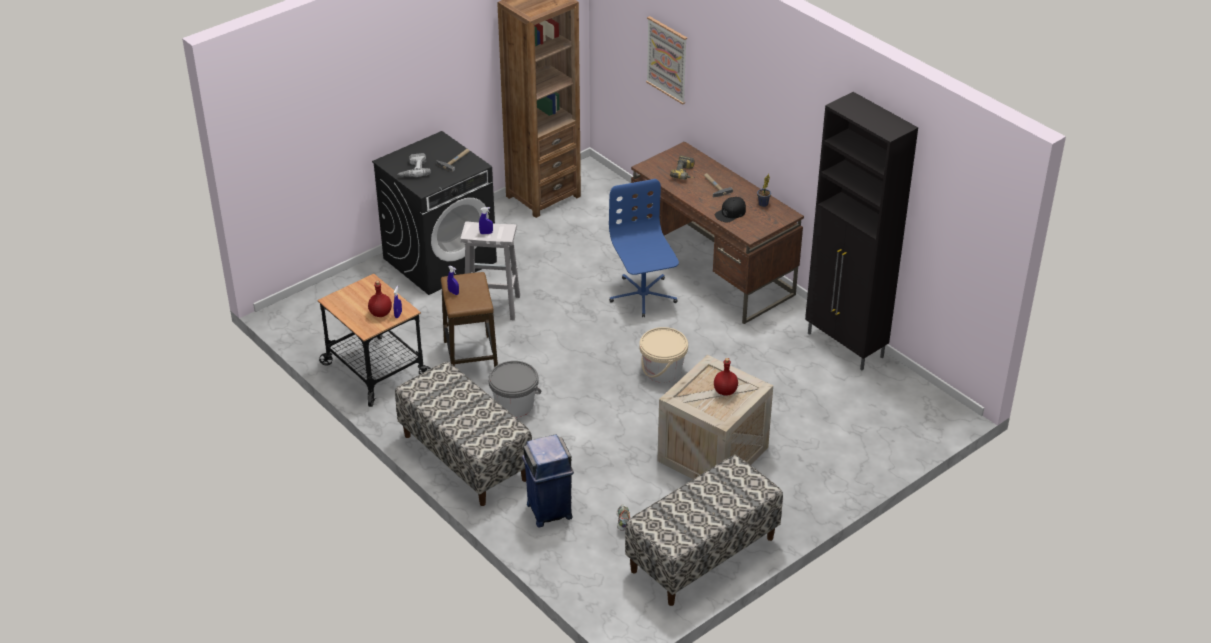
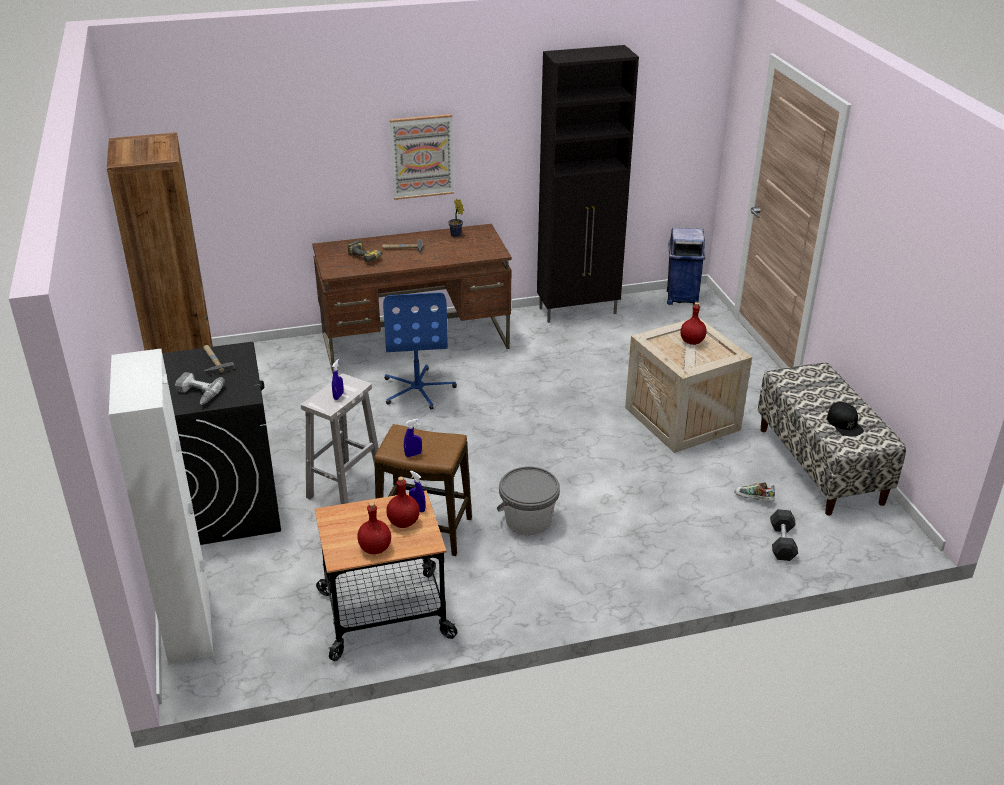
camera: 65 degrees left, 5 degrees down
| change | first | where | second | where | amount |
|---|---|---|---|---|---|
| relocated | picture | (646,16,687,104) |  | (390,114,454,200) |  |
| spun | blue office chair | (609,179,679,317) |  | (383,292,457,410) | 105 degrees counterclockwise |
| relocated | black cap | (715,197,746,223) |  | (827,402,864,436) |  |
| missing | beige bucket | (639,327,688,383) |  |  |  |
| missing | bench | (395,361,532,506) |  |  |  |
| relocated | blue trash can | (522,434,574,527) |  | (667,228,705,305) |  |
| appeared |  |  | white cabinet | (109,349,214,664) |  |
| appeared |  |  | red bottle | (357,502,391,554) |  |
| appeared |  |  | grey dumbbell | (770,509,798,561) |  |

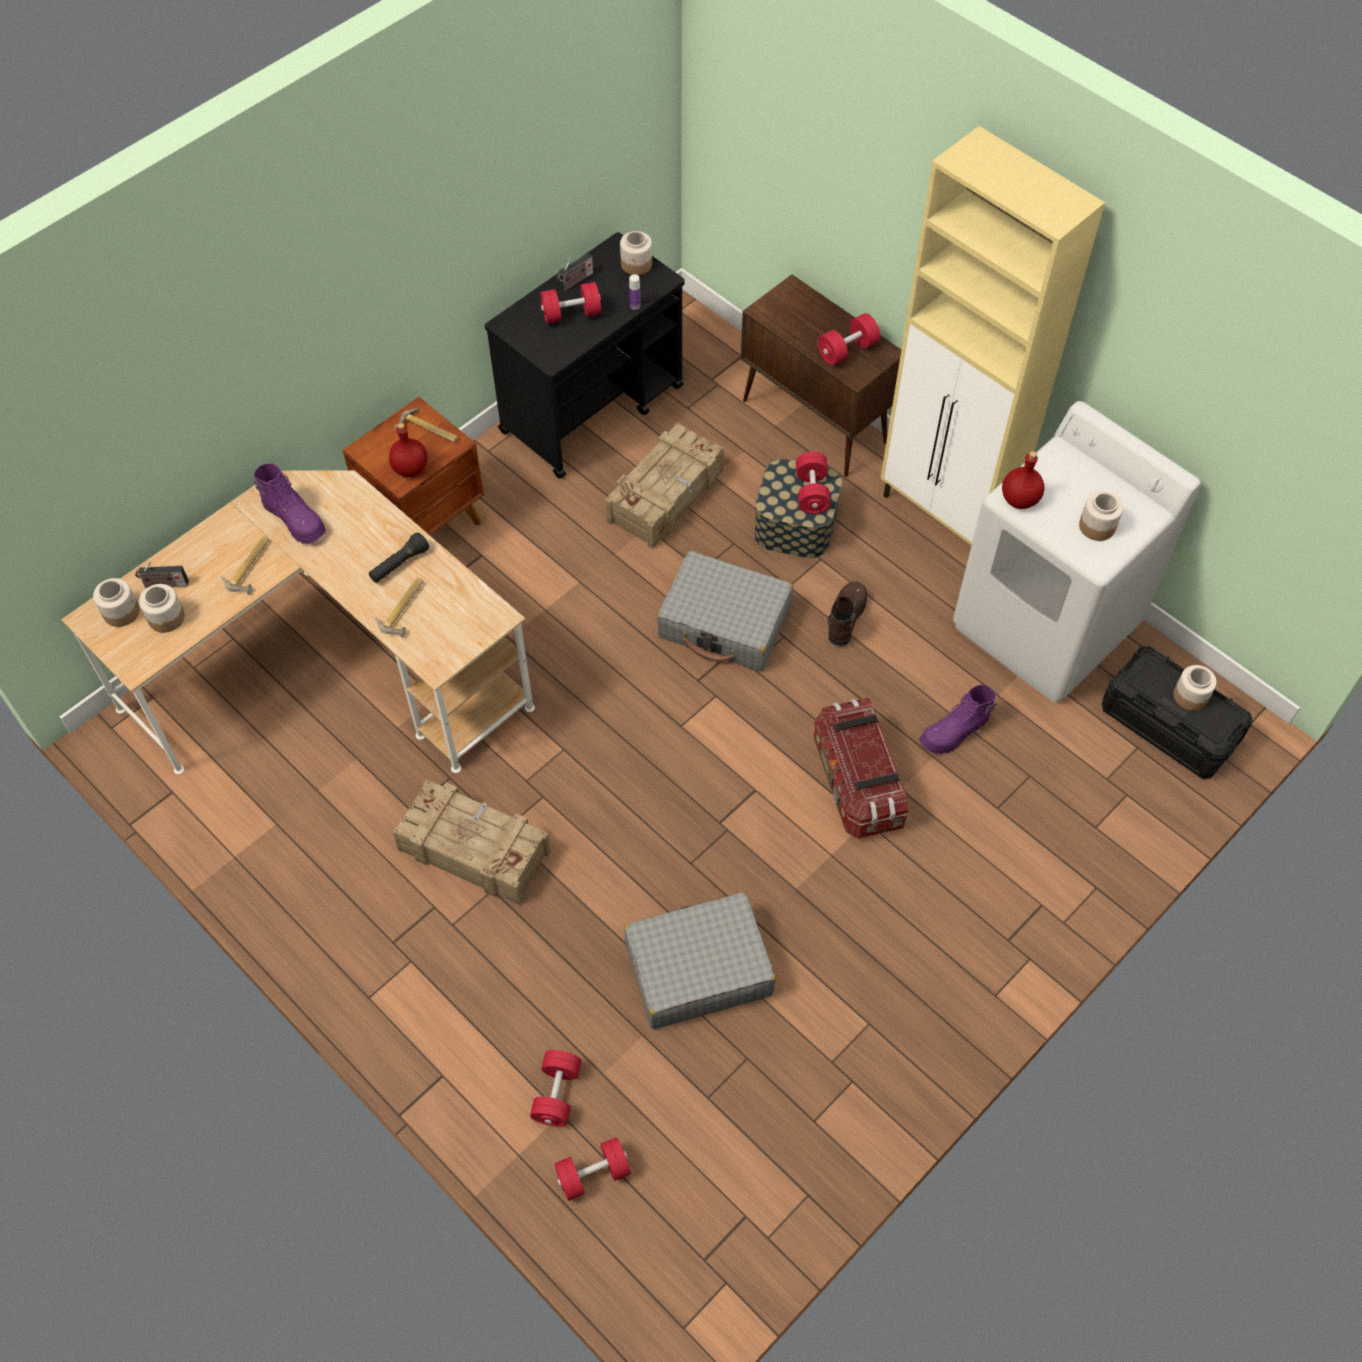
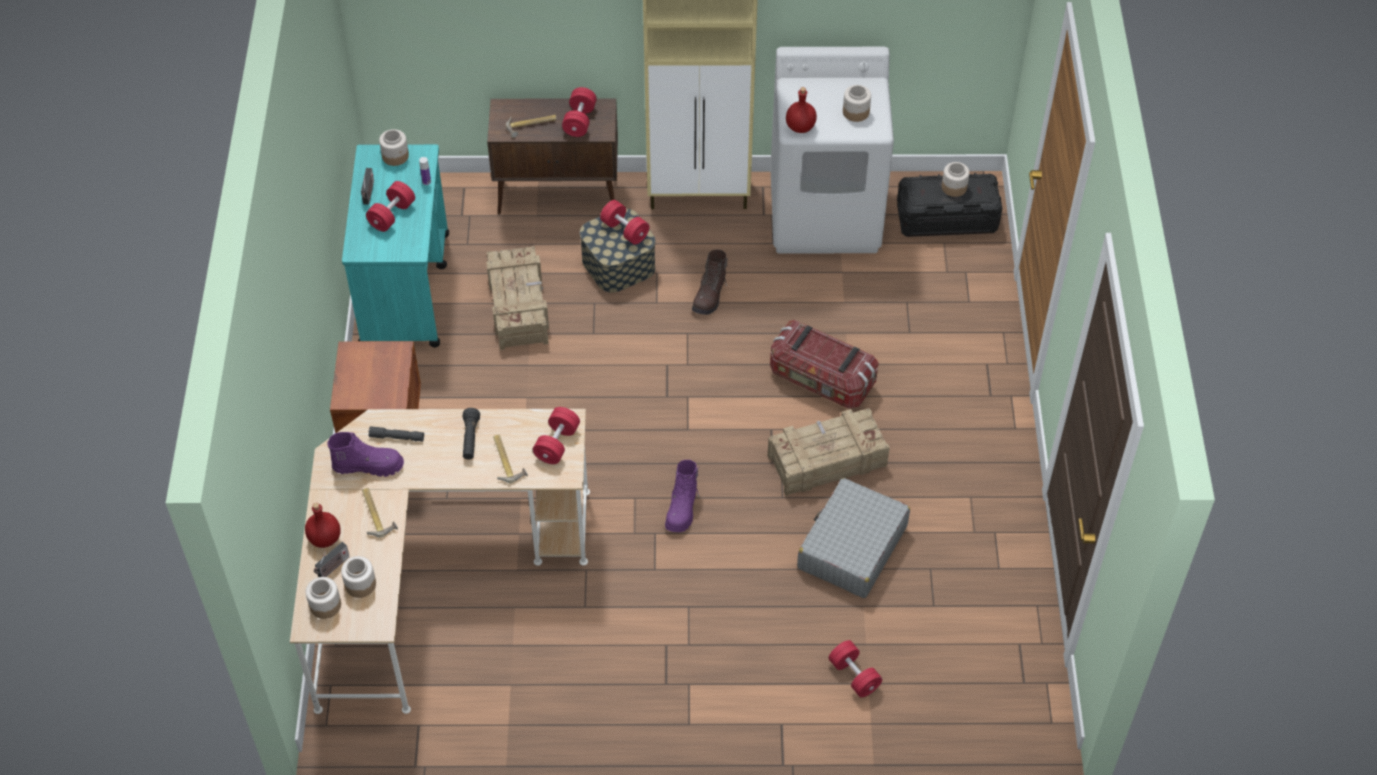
camera: 45 degrees left, 5 degrees down
| change | first | where | second | where | amount |
|---|---|---|---|---|---|
| colour | black cart | (485,232,685,479) | turquoise cart | (342,144,449,347) |  |
| relocated | hammer | (395,407,458,442) |  | (506,115,557,138) |  |
| relocated | red bottle | (389,423,428,477) |  | (305,503,341,548) |  |
| missing | grey suitcase | (657,551,793,671) |  |  |  |
| spun | brown boot | (827,581,867,646) |  | (692,249,728,315) | 135 degrees counterclockwise |
| relocated | purple boot | (919,685,998,754) |  | (665,460,699,532) |  |
| relocated | crate | (393,780,551,905) |  | (768,408,890,496) |  |
| relocated | red dumbbell | (554,1137,631,1201) |  | (533,407,580,464) |  |
| appeared |  |  | grey flashlight | (368,426,424,442) |  |

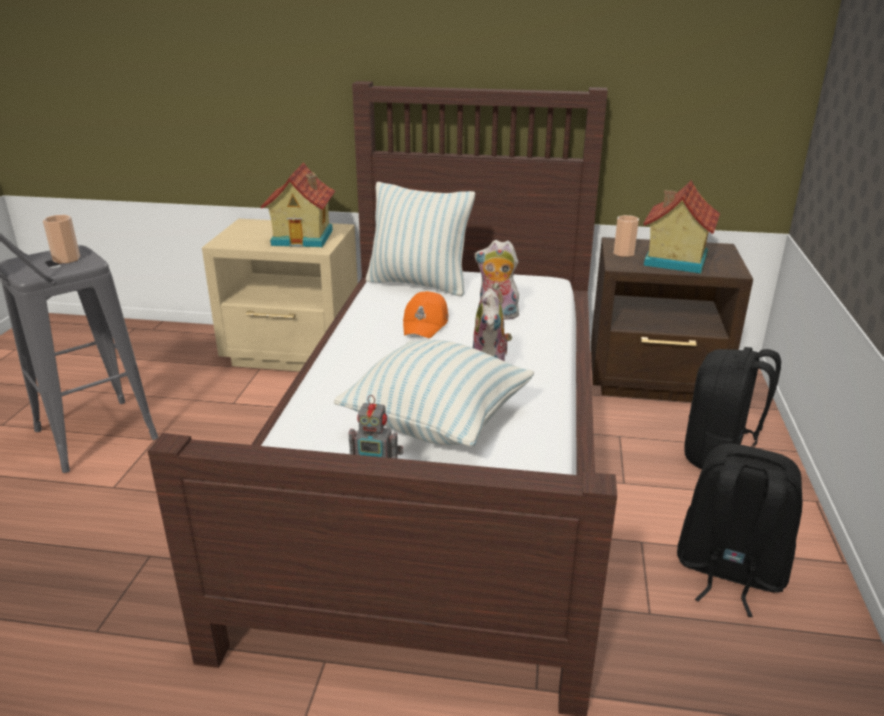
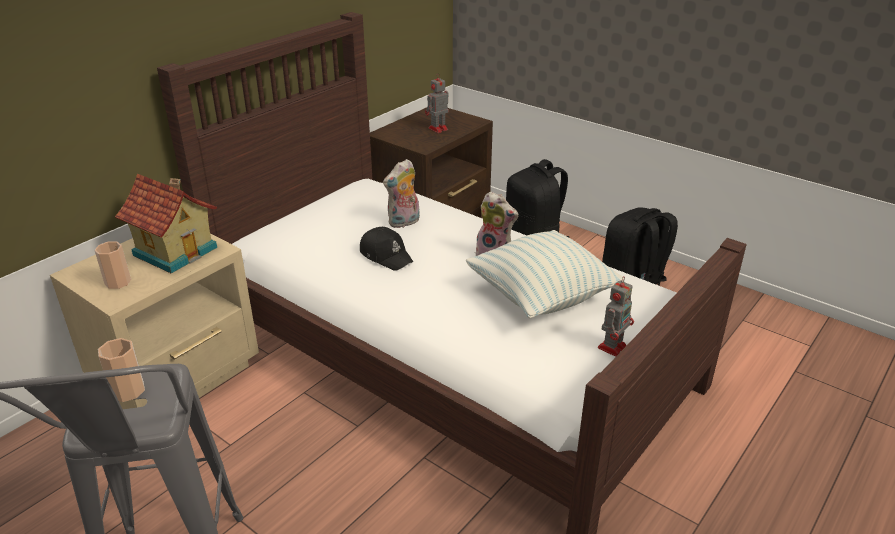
camera: 60 degrees left, 5 degrees up
| change | first | where | second | where | amount |
|---|---|---|---|---|---|
| exchanged | toy house | (643,180,720,273) | toy robot | (425,73,449,133) |  |
| missing | pillow | (366,182,475,296) |  |  |  |
| relocated | cup | (614,215,639,257) |  | (94,242,131,289) |  |
| colour | orange cap | (403,291,448,338) | black cap | (360,227,413,271) |  |

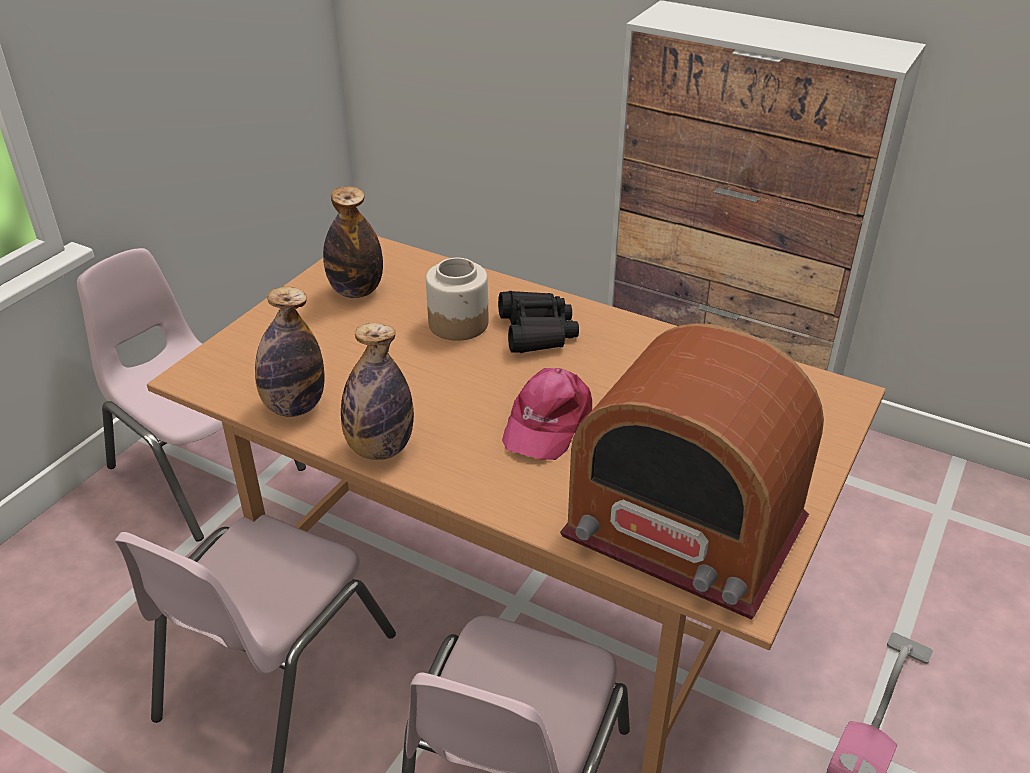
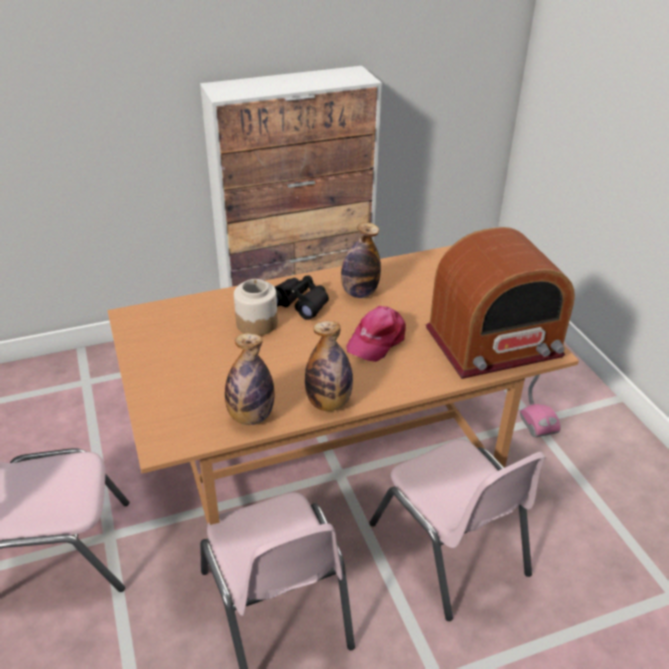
camera: 50 degrees left, 0 degrees up
| change | first | where | second | where | amount |
|---|---|---|---|---|---|
| relocated | bottle | (323,186,383,298) |  | (341,222,381,298) |  |
| spun | pink cap | (502,368,592,460) |  | (346,306,406,362) | 60 degrees clockwise |

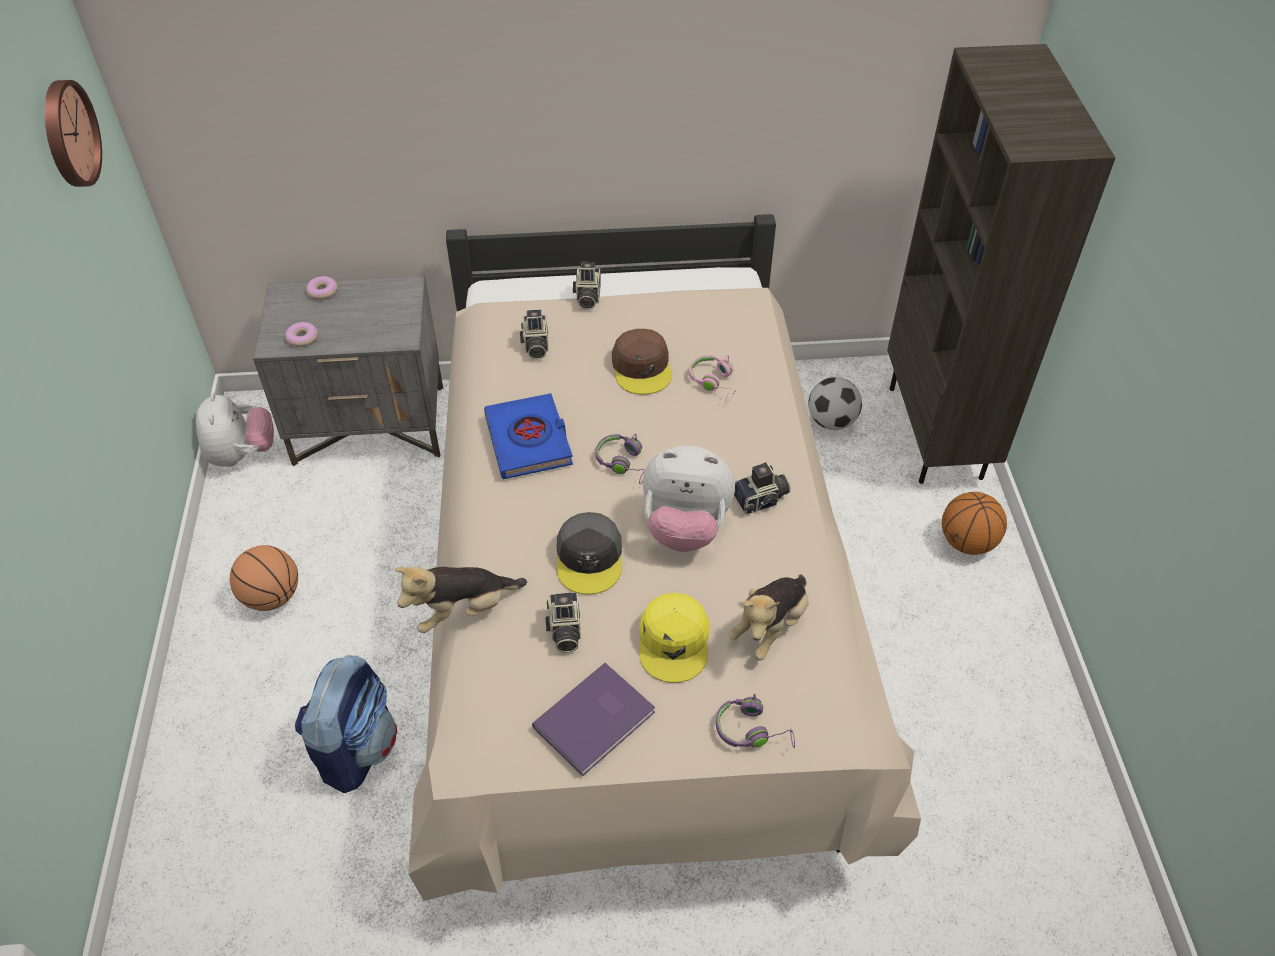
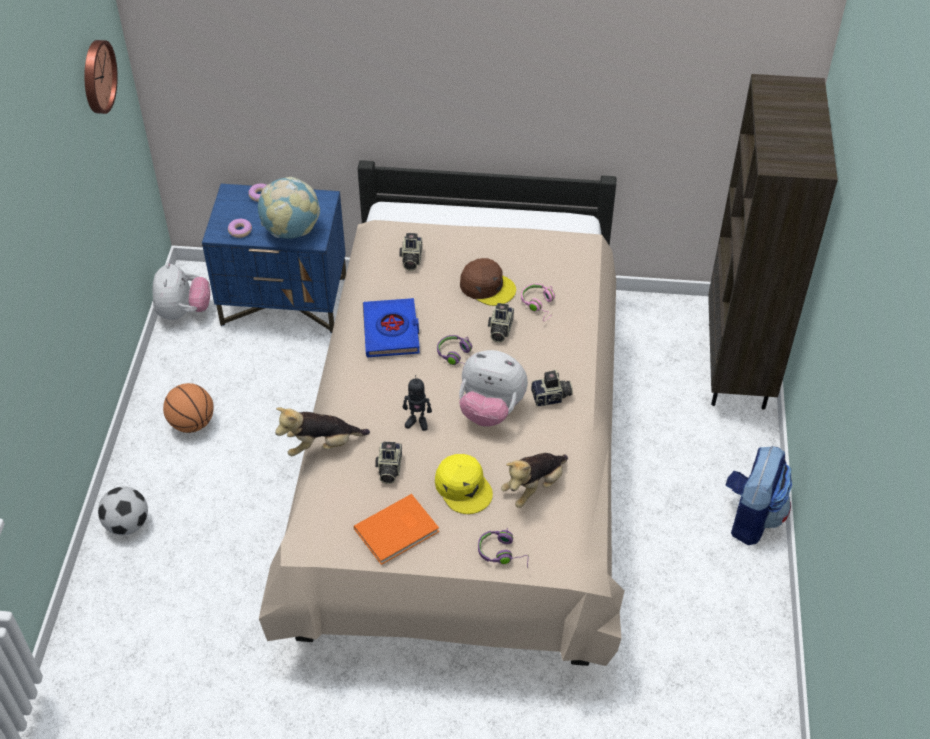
camera: 10 degrees right, 0 degrees up
| change | first | where | second | where | amount |
|---|---|---|---|---|---|
| relocated | photo camera | (573,262,601,310) |  | (488,303,514,343) |  |
| colour | grey nightstand | (253,275,443,466) | blue nightstand | (202,184,346,333) |  |
| spun | brown cap | (612,329,672,395) |  | (460,258,516,306) | 60 degrees counterclockwise |
| relocated | football | (808,377,862,430) |  | (98,487,148,535) |  |
| missing | basketball | (942,492,1007,555) |  |  |  |
| exchanged | grey cap | (557,512,622,594) | toy robot | (403,375,432,431) |  |
| spun | yellow cap | (639,593,709,683) |  | (435,454,493,514) | 45 degrees counterclockwise |
| relocated | backpack | (295,655,397,793) |  | (726,446,792,545) |  |
| colour | purple book | (532,663,655,776) | orange book | (354,494,439,565) |  |
| appeared |  |  | globe | (258,177,320,239) |  |

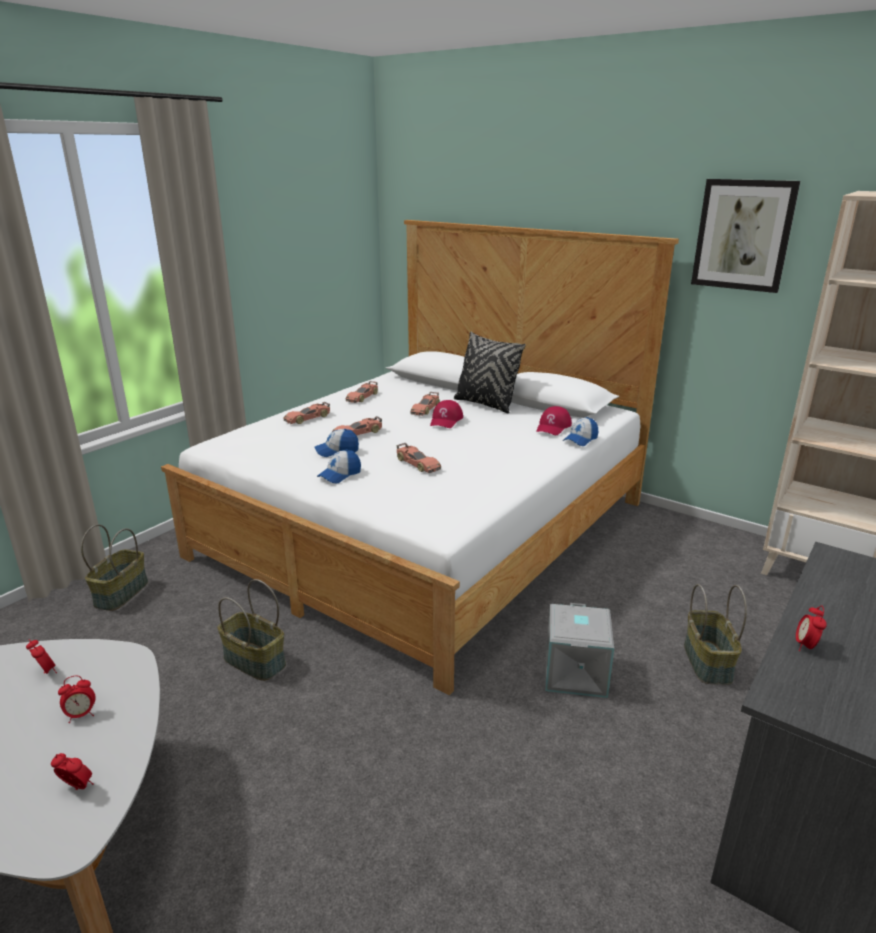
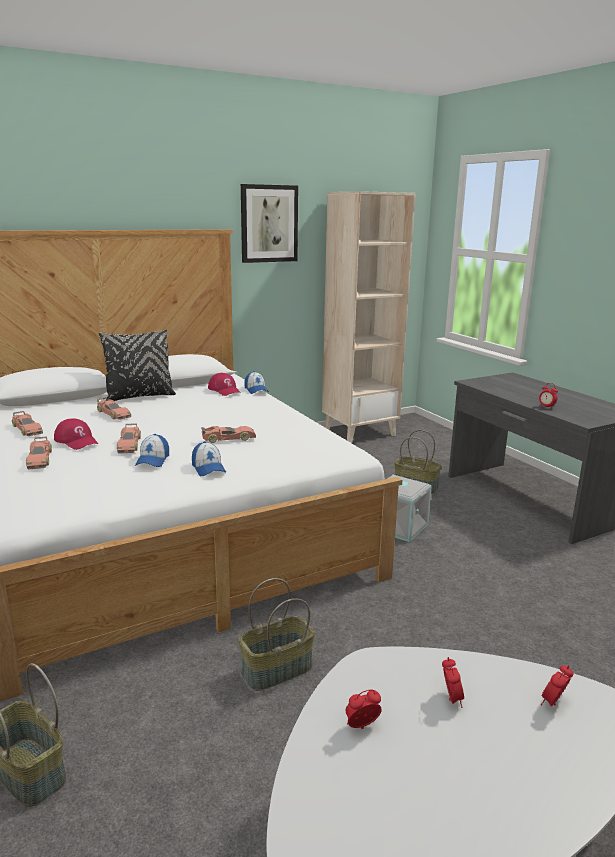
camera: 65 degrees left, 5 degrees down
| change | first | where | second | where | amount |
|---|---|---|---|---|---|
| relocated | red cap | (430,400,463,428) |  | (54,418,98,450) |  |

